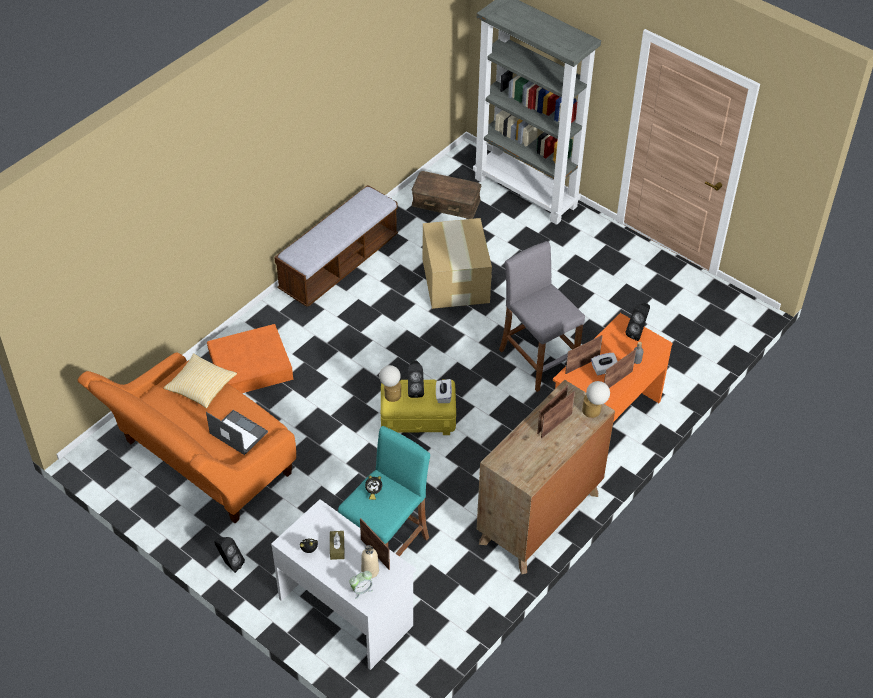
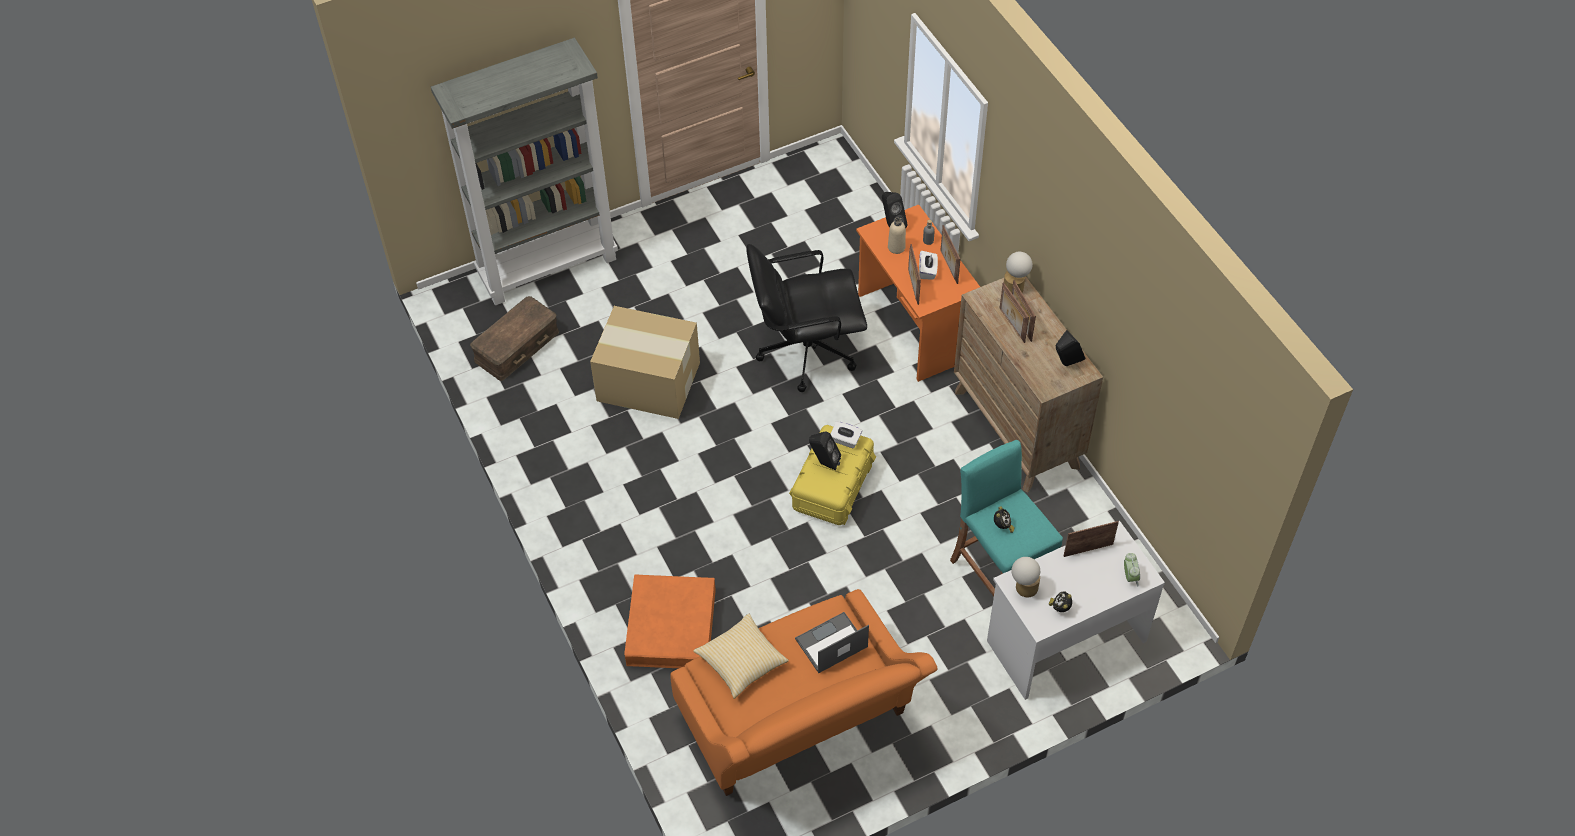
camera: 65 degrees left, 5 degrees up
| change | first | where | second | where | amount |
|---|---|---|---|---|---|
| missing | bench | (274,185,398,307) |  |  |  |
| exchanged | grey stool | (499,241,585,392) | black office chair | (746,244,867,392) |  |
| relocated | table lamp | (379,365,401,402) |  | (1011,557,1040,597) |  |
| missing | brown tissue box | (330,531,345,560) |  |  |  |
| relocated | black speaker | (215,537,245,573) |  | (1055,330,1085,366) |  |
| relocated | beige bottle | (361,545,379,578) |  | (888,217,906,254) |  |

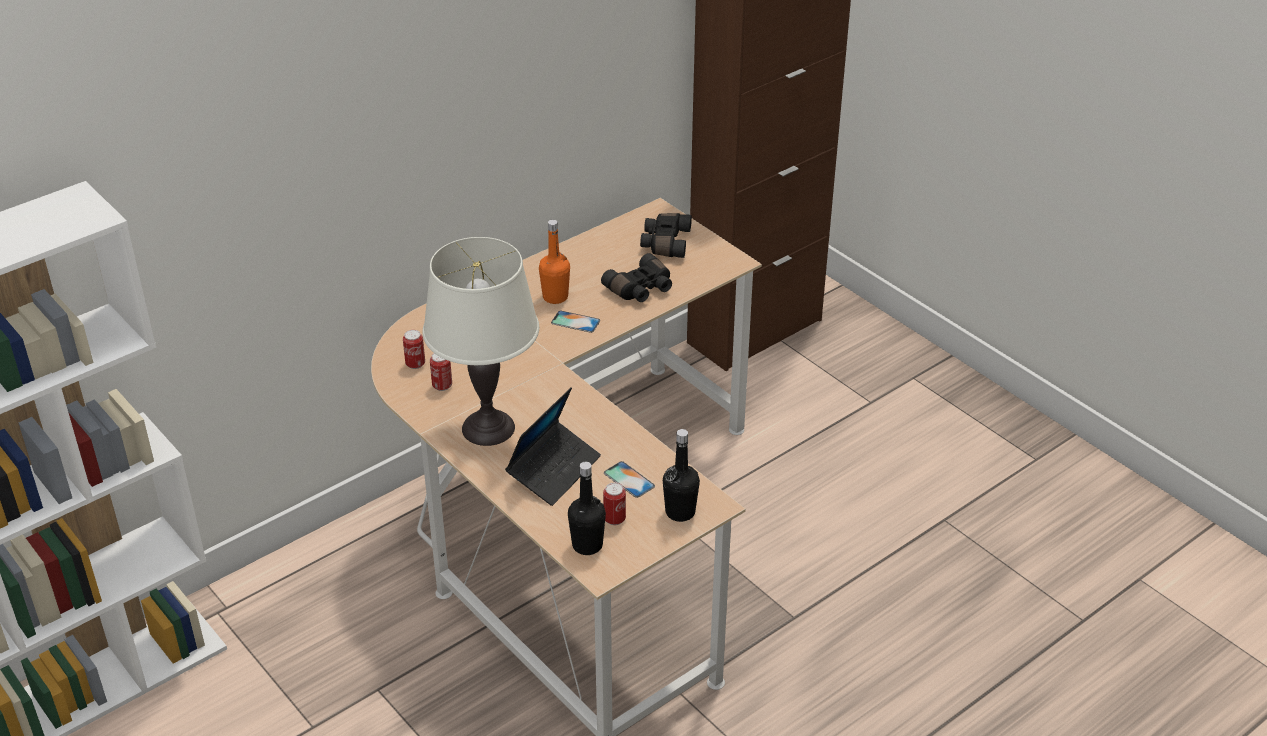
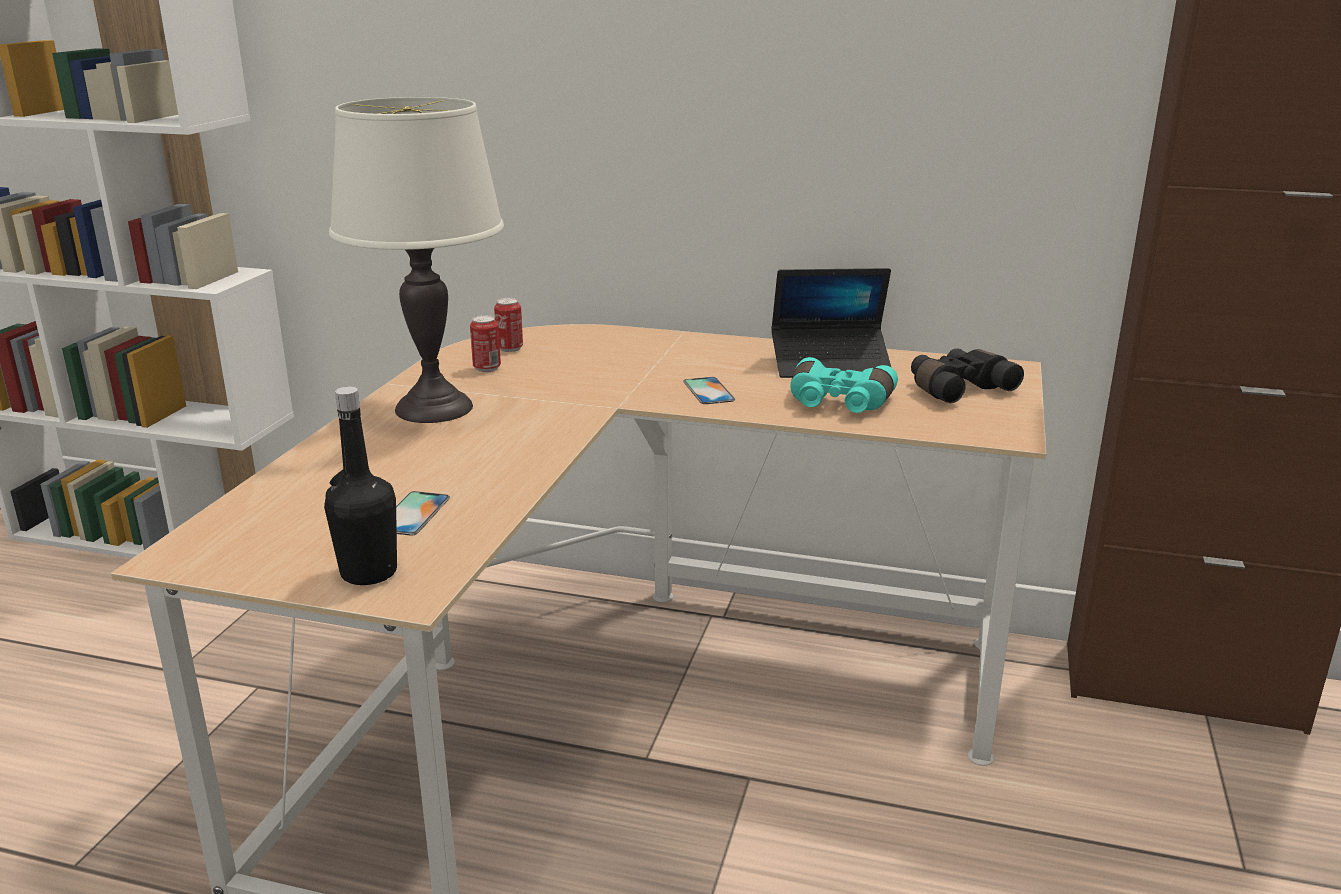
camera: 55 degrees right, 15 degrees down
| change | first | where | second | where | amount |
|---|---|---|---|---|---|
| missing | orange bottle | (539,220,570,304) |  |  |  |
| colour | black binoculars | (601,253,672,302) | turquoise binoculars | (790,357,898,413) |  |
| relocated | laptop | (505,387,601,506) |  | (771,268,892,378) |  |
| missing | black bottle | (568,462,606,555) |  |  |  |
| missing | can | (603,482,626,525) |  |  |  |

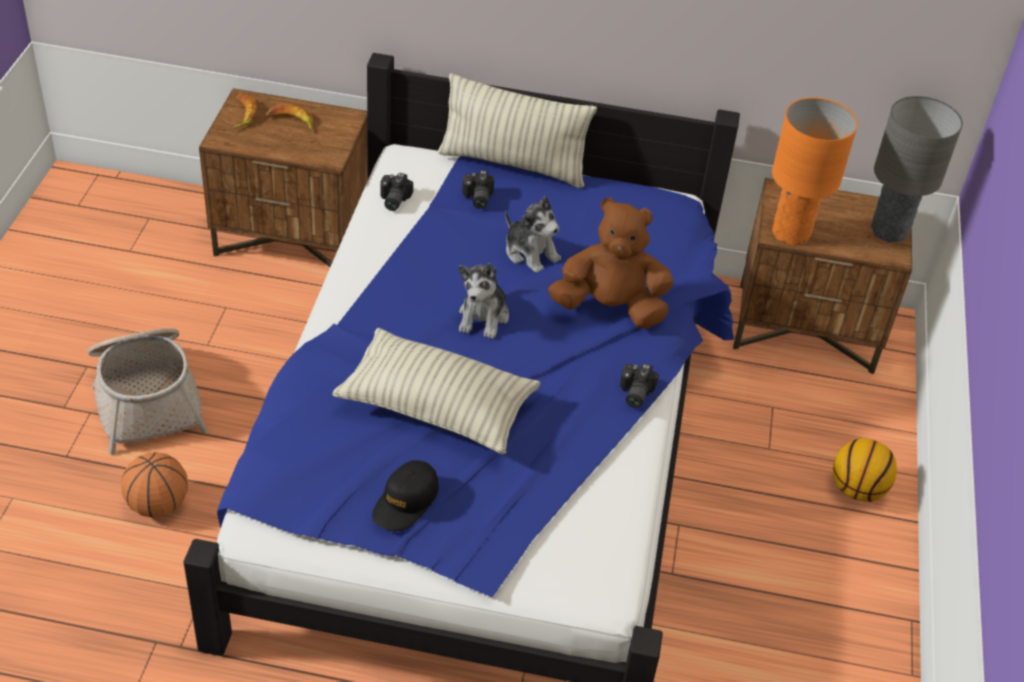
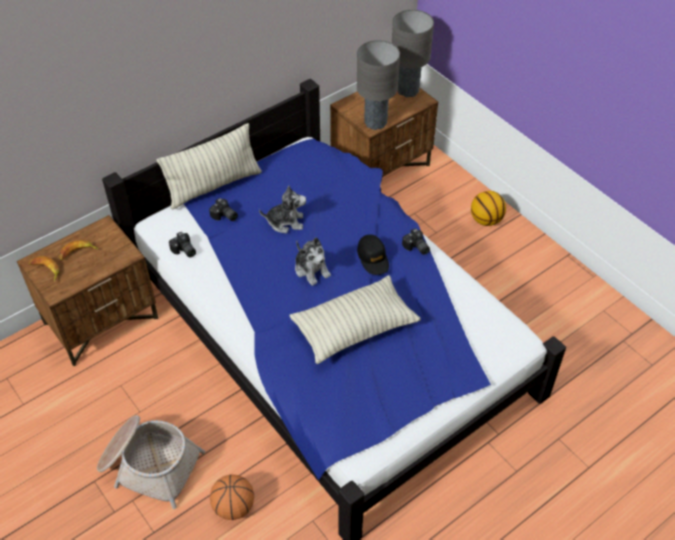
camera: 45 degrees left, 5 degrees up
| change | first | where | second | where | amount |
|---|---|---|---|---|---|
| colour | orange table lamp | (772,98,858,245) | grey table lamp | (357,40,400,130) |  |
| missing | brown plush toy | (548,198,674,329) |  |  |  |
| relocated | black cap | (372,460,439,531) |  | (357,235,389,275) |  |

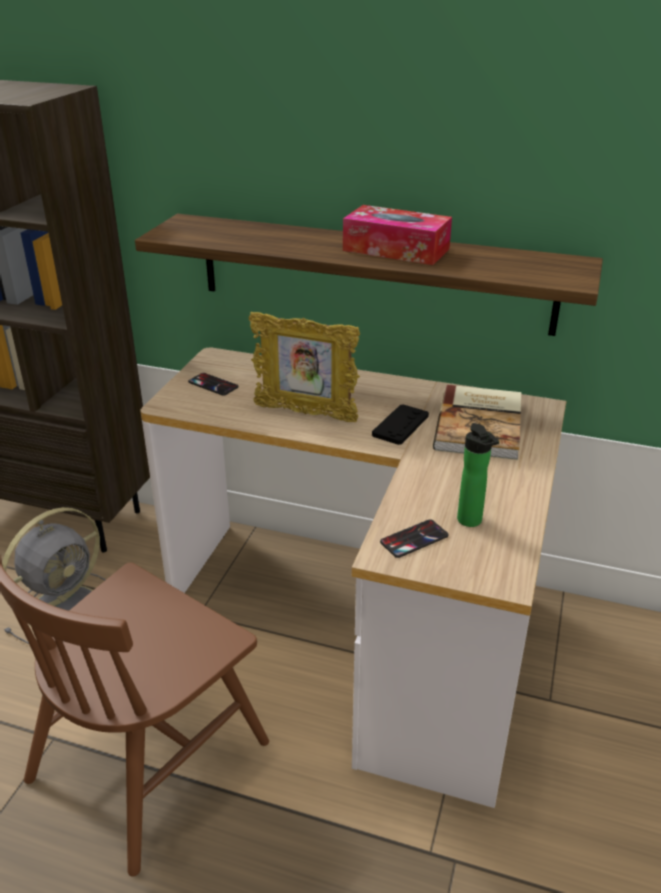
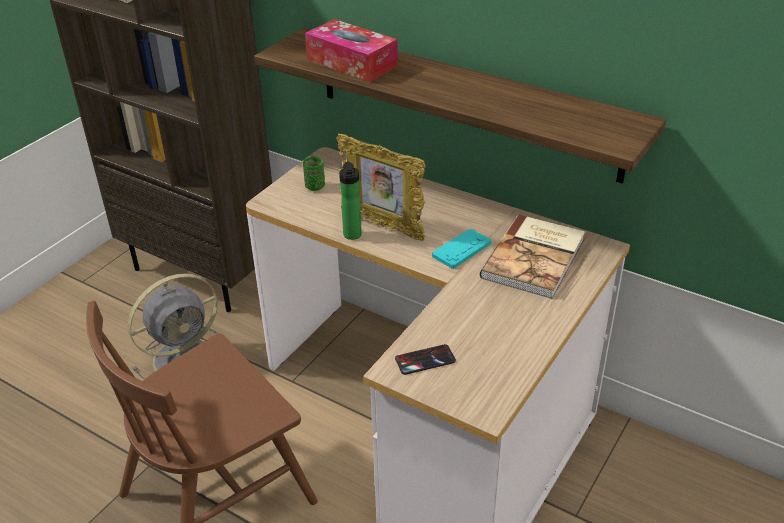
camera: 15 degrees right, 5 degrees up
| change | first | where | second | where | amount |
|---|---|---|---|---|---|
| relocated | tissue box | (343,205,452,265) |  | (305,19,398,82) |  |
| exchanged | phone | (188,373,239,396) | green cup | (303,157,325,191) |  |
| colour | black game controller | (372,404,429,445) | turquoise game controller | (432,229,491,268) |  |
| relocated | bottle | (457,423,499,527) |  | (339,162,362,240) |  |

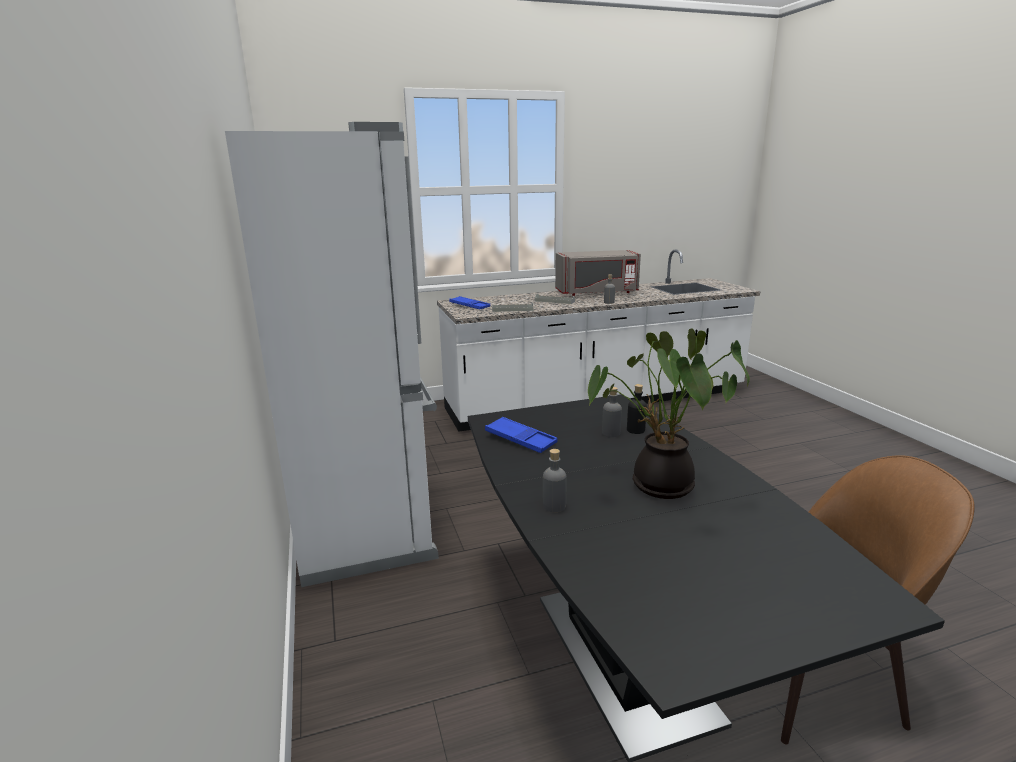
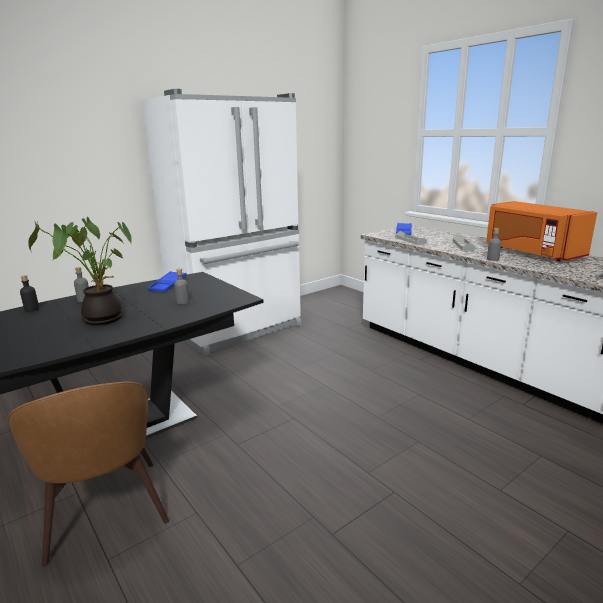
camera: 70 degrees right, 0 degrees up
| change | first | where | second | where | amount |
|---|---|---|---|---|---|
| colour | grey microwave | (555,250,641,296) | orange microwave | (486,201,597,262) |  |
| relocated | black bottle | (627,384,647,434) |  | (20,275,39,312) |  |

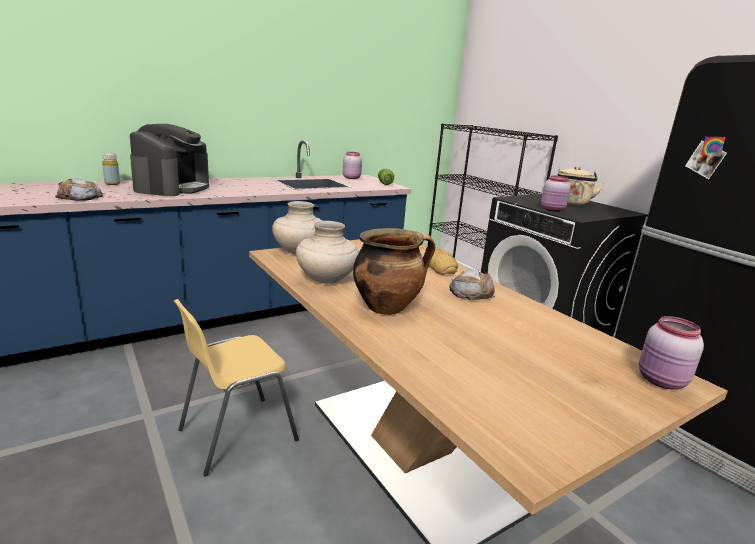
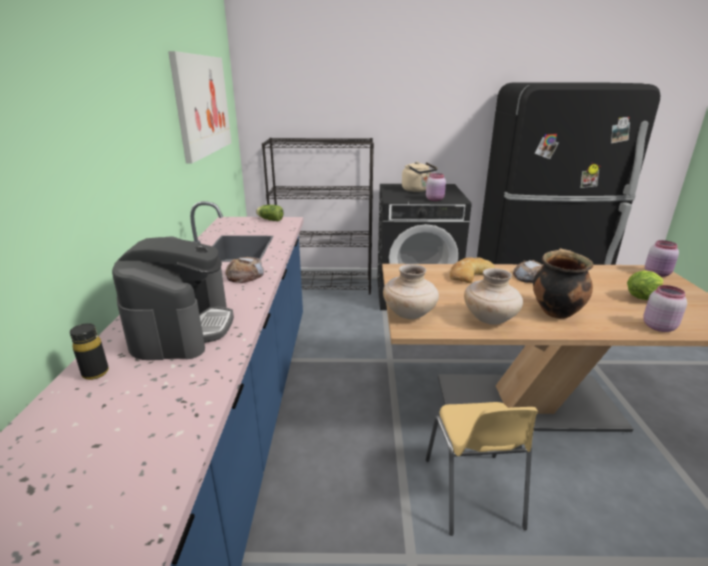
camera: 55 degrees left, 5 degrees up
| change | first | where | second | where | amount |
|---|---|---|---|---|---|
| spun | coffee machine | (130,124,209,196) |  | (112,236,234,360) | 45 degrees clockwise |
| relocated | pink jar | (343,152,362,179) |  | (643,285,687,332) |  |
| colour | yellow bottle | (102,153,120,185) | black bottle | (70,323,109,380) |  |
| relocated | bread | (55,178,103,201) |  | (226,257,264,283) |  |
| appeared |  |  | picture | (168,51,231,164) |  |
| appeared |  |  | lettuce | (627,270,664,300) |  |

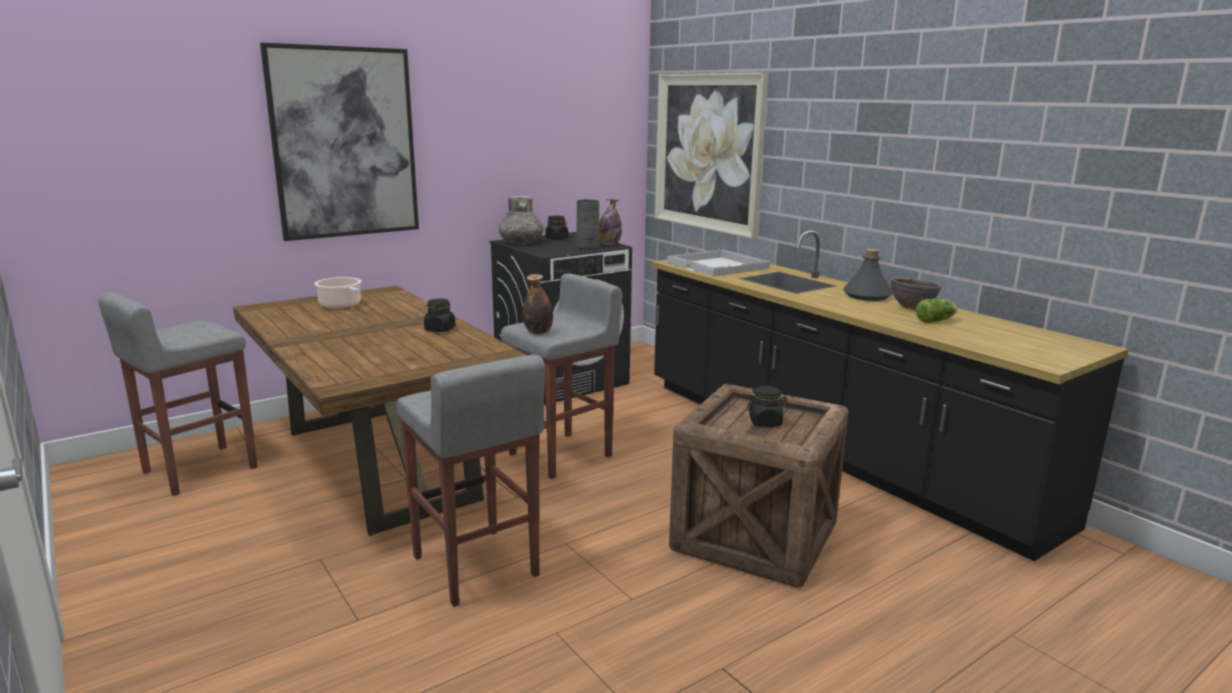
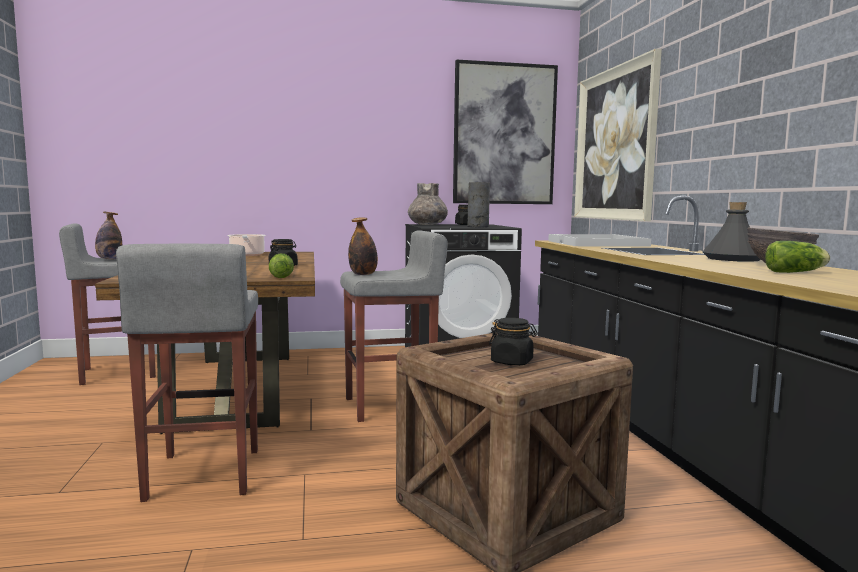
camera: 25 degrees right, 10 degrees down
| change | first | where | second | where | amount |
|---|---|---|---|---|---|
| relocated | picture | (260,42,419,241) |  | (453,59,558,204) |  |
| relocated | bottle | (599,199,622,245) |  | (95,211,122,259) |  |
| appeared |  |  | lettuce | (269,253,294,278) |  |

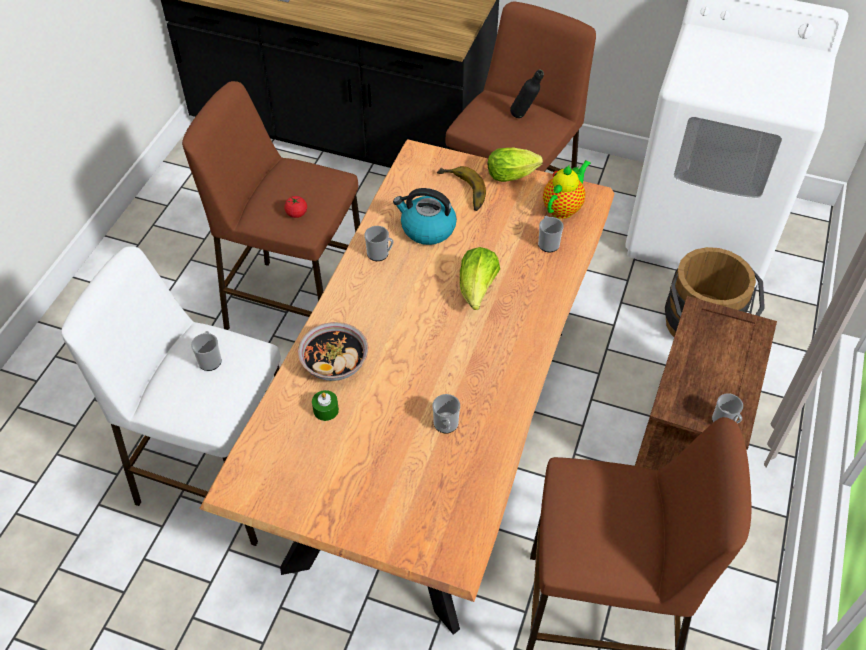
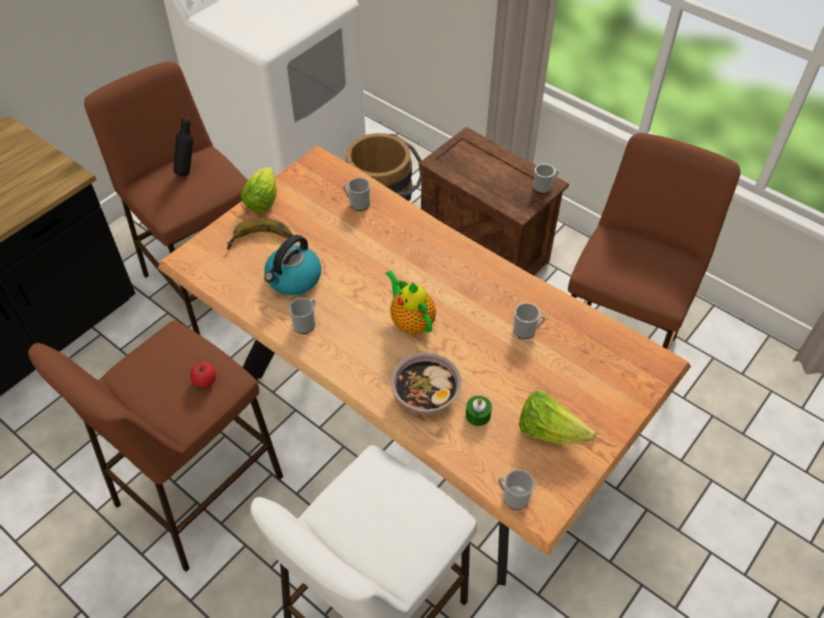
camera: 70 degrees left, 0 degrees up
| change | first | where | second | where | amount |
|---|---|---|---|---|---|
| relocated | teapot | (543,160,591,219) |  | (385,270,436,335) |  |
| relocated | lettuce | (460,247,500,310) |  | (519,391,596,445) |  |
| relocated | mug | (191,331,222,371) |  | (498,470,535,510) |  |

